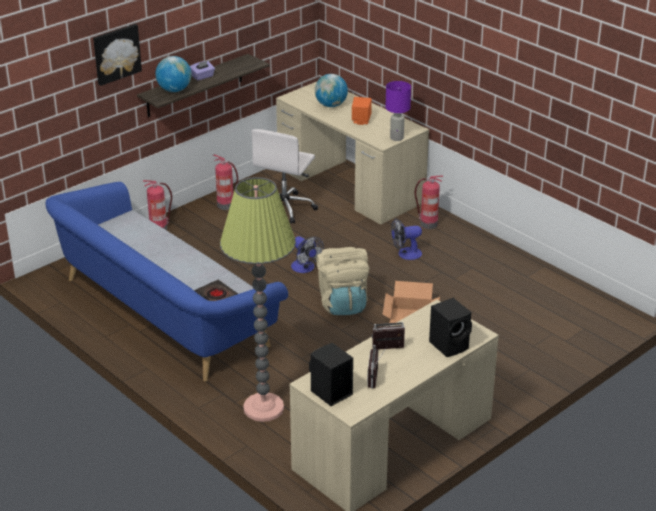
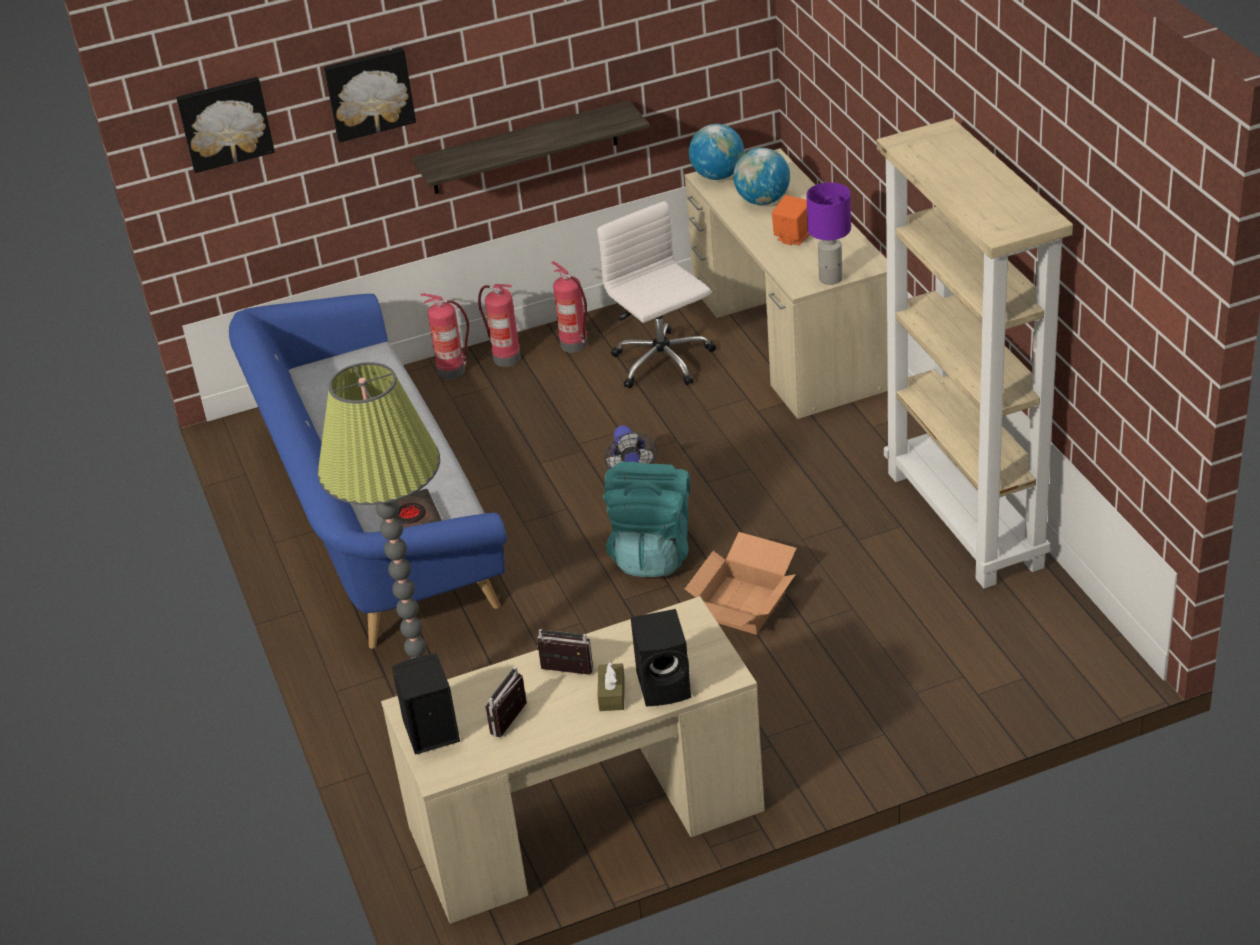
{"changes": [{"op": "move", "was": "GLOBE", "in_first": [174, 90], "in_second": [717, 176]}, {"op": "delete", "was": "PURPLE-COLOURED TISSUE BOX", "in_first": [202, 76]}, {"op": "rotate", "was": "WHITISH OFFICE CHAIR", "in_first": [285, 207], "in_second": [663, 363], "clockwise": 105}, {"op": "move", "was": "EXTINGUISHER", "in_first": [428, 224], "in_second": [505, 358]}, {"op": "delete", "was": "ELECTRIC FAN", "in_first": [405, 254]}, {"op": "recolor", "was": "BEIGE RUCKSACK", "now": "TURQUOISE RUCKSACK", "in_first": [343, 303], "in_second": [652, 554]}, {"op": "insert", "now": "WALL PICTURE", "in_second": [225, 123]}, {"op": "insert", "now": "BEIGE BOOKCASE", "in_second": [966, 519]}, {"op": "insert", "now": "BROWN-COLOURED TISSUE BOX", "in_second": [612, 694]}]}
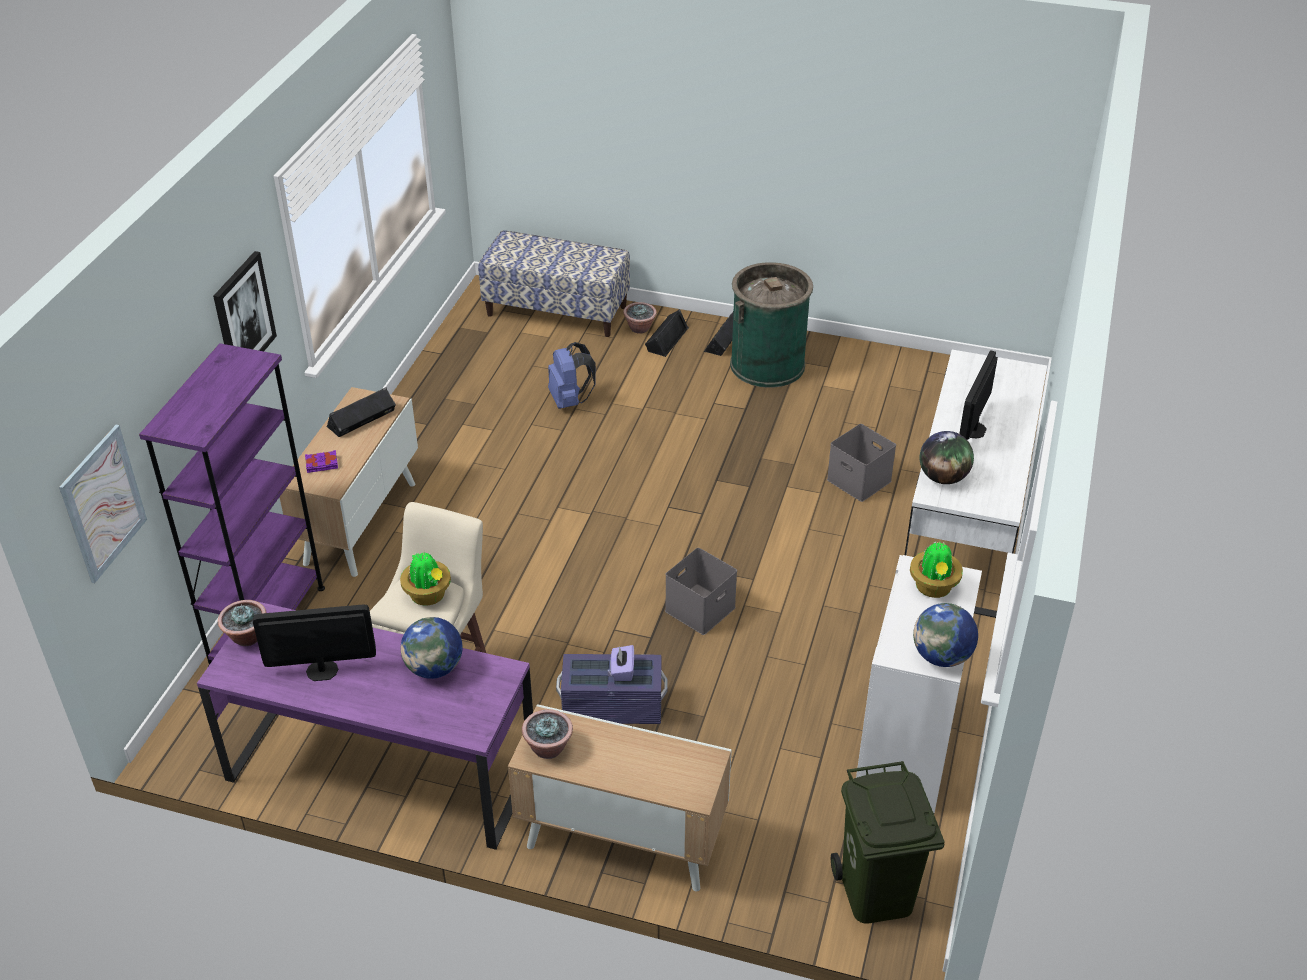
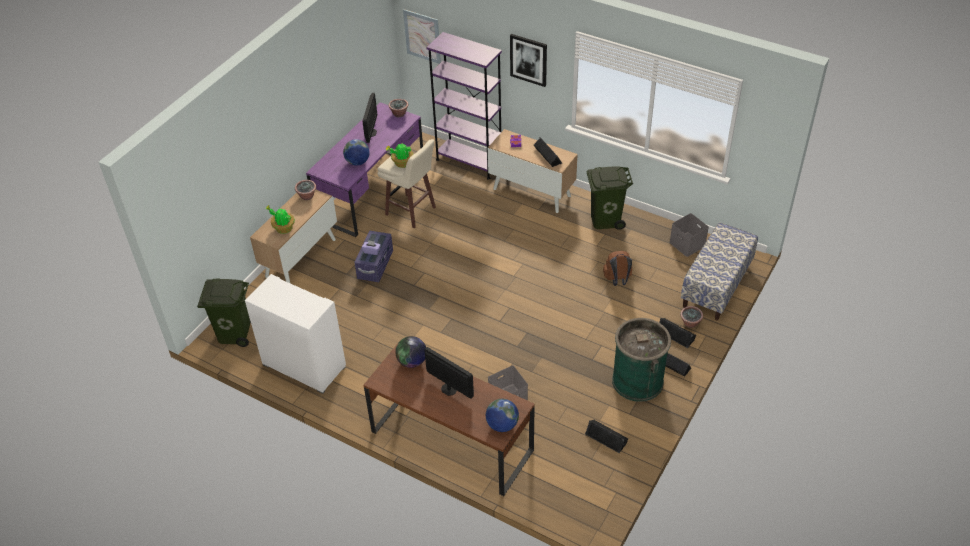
{"changes": [{"op": "recolor", "was": "BLUE-COLOURED RUCKSACK", "now": "BROWN-COLOURED RUCKSACK", "in_first": [570, 400], "in_second": [617, 280]}, {"op": "recolor", "was": "WHITISH DESK", "now": "BROWN-COLOURED DESK", "in_first": [965, 525], "in_second": [452, 441]}, {"op": "move", "was": "PLANT IN A POT", "in_first": [933, 588], "in_second": [283, 228]}, {"op": "move", "was": "GRAY STORAGE BOX", "in_first": [700, 610], "in_second": [686, 244]}, {"op": "move", "was": "GLOBE", "in_first": [941, 656], "in_second": [502, 425]}, {"op": "insert", "now": "GREEN WASTE BIN", "in_second": [605, 219]}, {"op": "insert", "now": "BLACK-COLOURED LOUDSPEAKER", "in_second": [606, 437]}]}
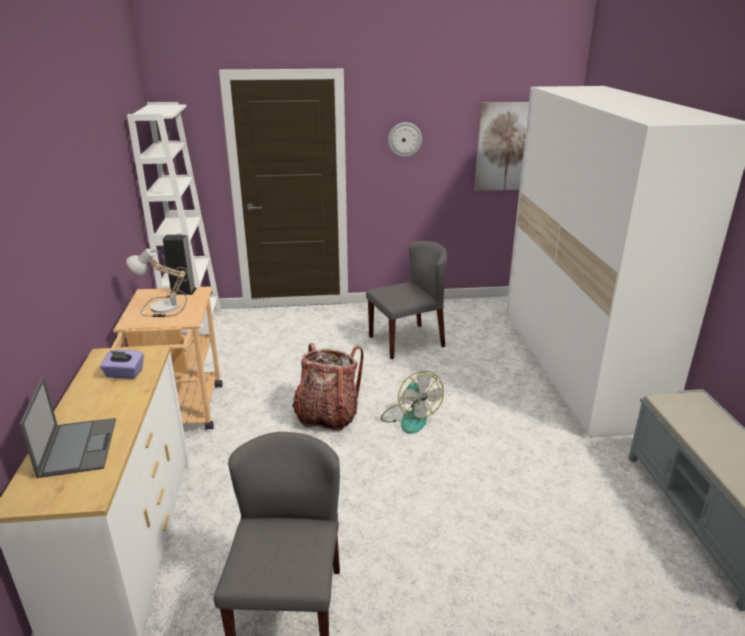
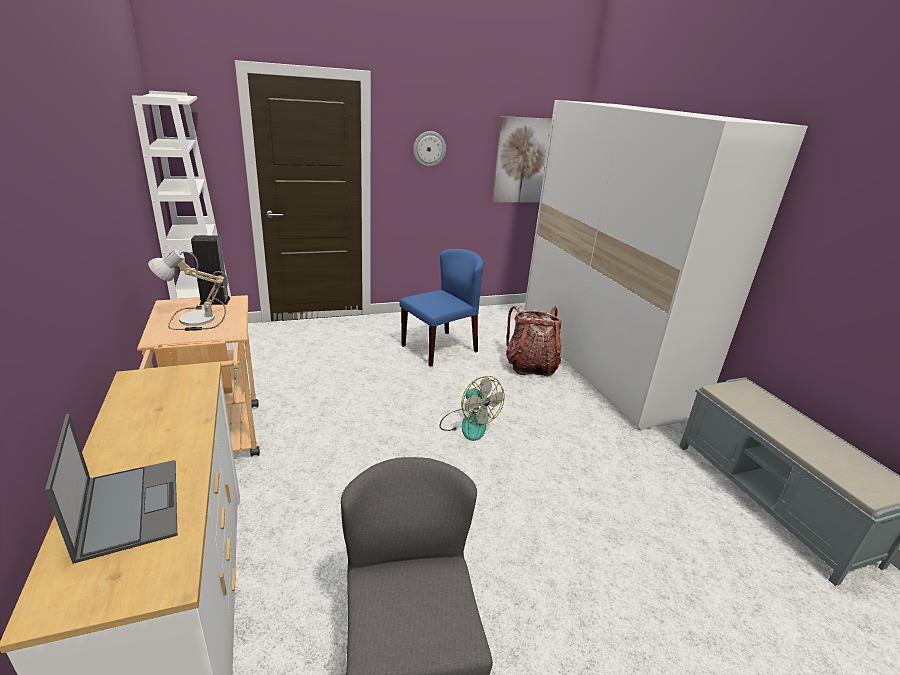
{"changes": [{"op": "recolor", "was": "GRAY CHAIR", "now": "BLUE-COLOURED CHAIR", "in_first": [407, 341], "in_second": [439, 348]}, {"op": "move", "was": "RUCKSACK", "in_first": [327, 415], "in_second": [530, 366]}, {"op": "delete", "was": "PURPLE-COLOURED TISSUE BOX", "in_first": [124, 374]}]}
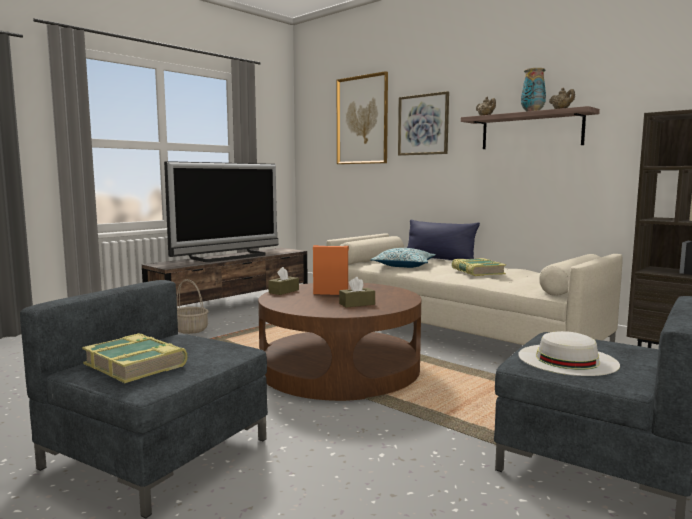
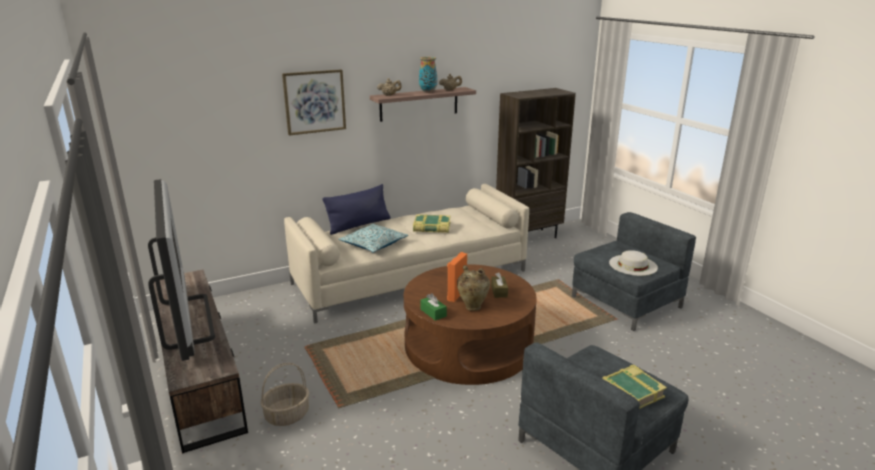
{"changes": [{"op": "delete", "was": "WALL PICTURE", "in_first": [362, 120]}, {"op": "recolor", "was": "BROWN-COLOURED TISSUE BOX", "now": "GREEN TISSUE BOX", "in_first": [284, 291], "in_second": [433, 313]}, {"op": "insert", "now": "BEIGE DECORATIVE VASE", "in_second": [472, 306]}]}
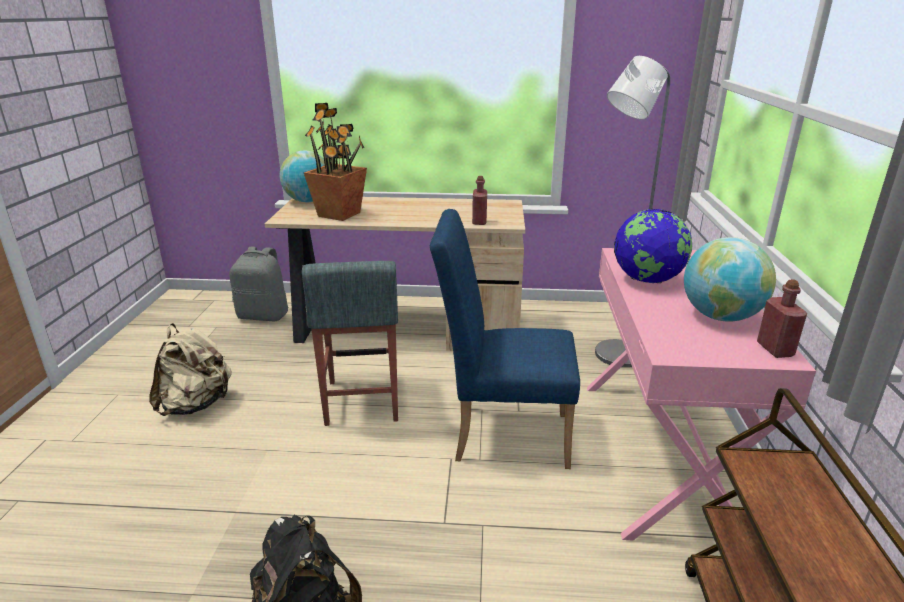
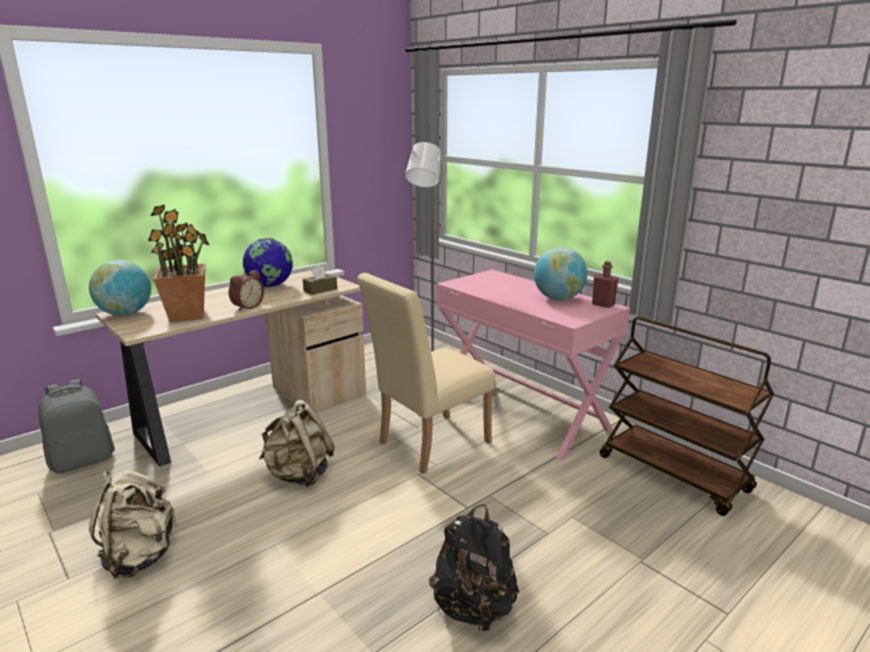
{"changes": [{"op": "replace", "was": "REDDISH BEVERAGE BOTTLE", "now": "BROWN-COLOURED TISSUE BOX", "in_first": [479, 221], "in_second": [320, 290]}, {"op": "recolor", "was": "BLUE-COLOURED CHAIR", "now": "BEIGE CHAIR", "in_first": [501, 434], "in_second": [427, 444]}, {"op": "move", "was": "GLOBE", "in_first": [647, 280], "in_second": [270, 286]}, {"op": "replace", "was": "GRAY STOOL SEAT", "now": "BEIGE RUCKSACK", "in_first": [362, 401], "in_second": [299, 475]}, {"op": "insert", "now": "BEDSIDE CLOCK", "in_second": [246, 306]}]}
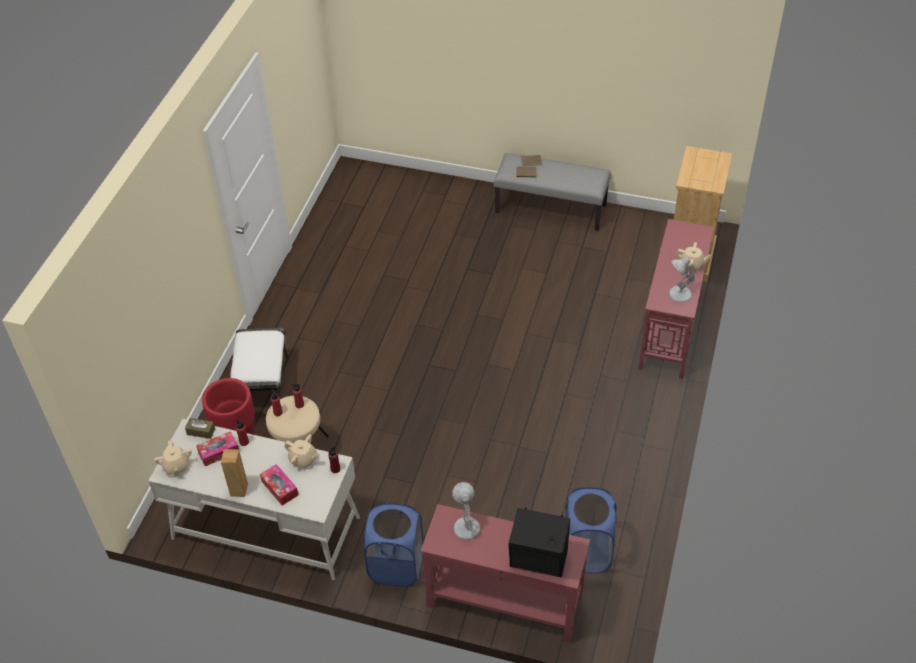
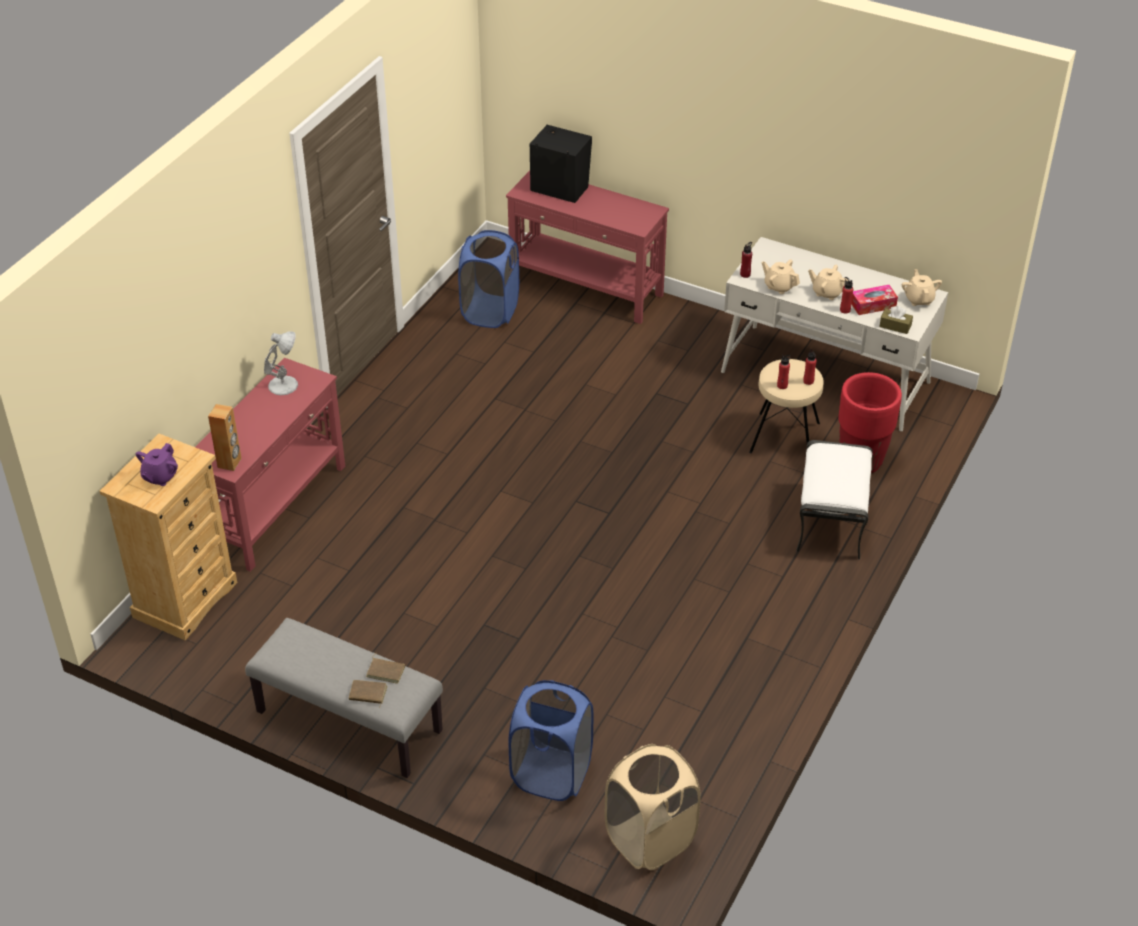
{"changes": [{"op": "move", "was": "BEIGE TEAPOT", "in_first": [691, 265], "in_second": [827, 292]}, {"op": "move", "was": "BROWN-COLOURED LOUDSPEAKER", "in_first": [238, 490], "in_second": [230, 463]}, {"op": "delete", "was": "TISSUE BOX", "in_first": [280, 488]}, {"op": "delete", "was": "WHITISH TABLETOP LAMP", "in_first": [466, 526]}, {"op": "move", "was": "BLUE-COLOURED WASHING BASKET", "in_first": [396, 566], "in_second": [551, 774]}, {"op": "insert", "now": "PURPLE-COLOURED TEAPOT", "in_second": [160, 477]}, {"op": "insert", "now": "BEIGE WASHING BASKET", "in_second": [650, 839]}]}
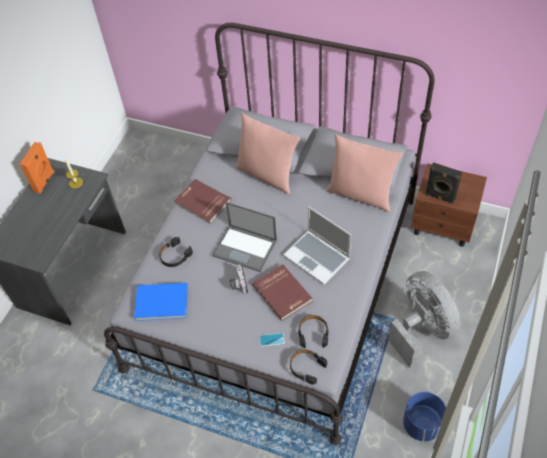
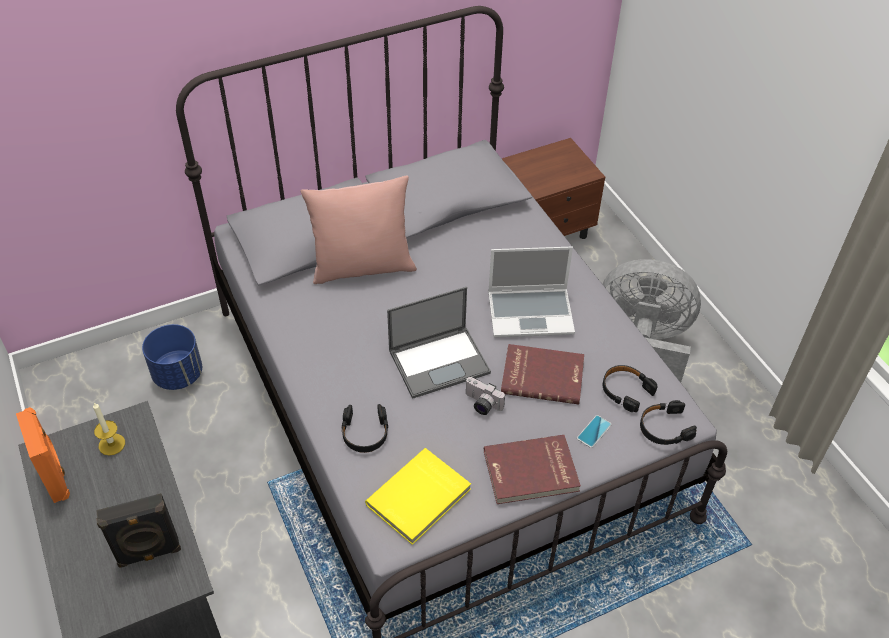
{"changes": [{"op": "delete", "was": "PINK-COLOURED CUSHION", "in_first": [361, 194]}, {"op": "move", "was": "BLACK-COLOURED LOUDSPEAKER", "in_first": [439, 197], "in_second": [149, 554]}, {"op": "move", "was": "REDDISH VOLUME", "in_first": [202, 203], "in_second": [531, 472]}, {"op": "recolor", "was": "BLUE-COLOURED VOLUME", "now": "YELLOWISH VOLUME", "in_first": [161, 303], "in_second": [420, 498]}, {"op": "move", "was": "BLUE-COLOURED PLANT POT", "in_first": [422, 424], "in_second": [178, 374]}]}
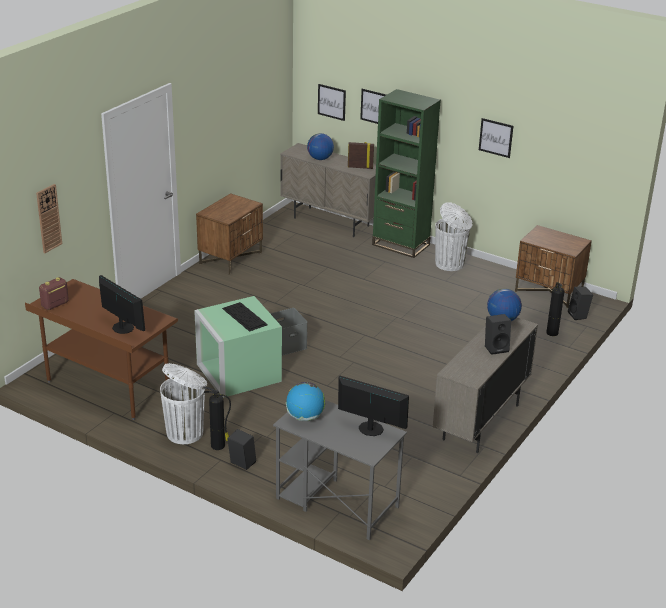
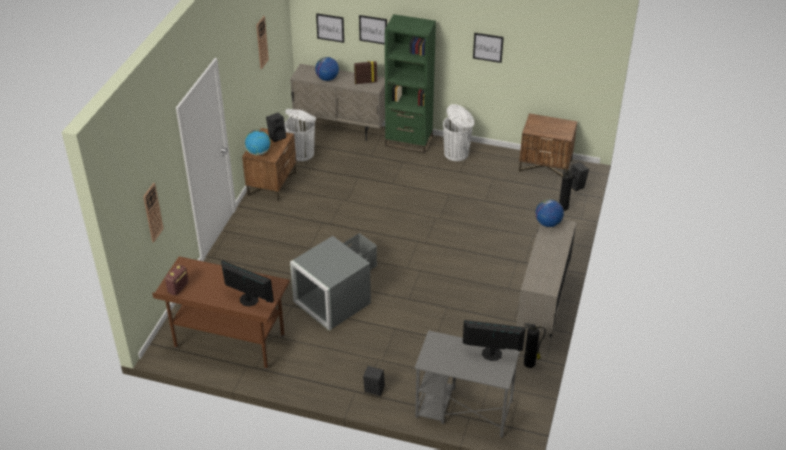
{"changes": [{"op": "recolor", "was": "GREEN STORAGE BOX", "now": "GRAY STORAGE BOX", "in_first": [237, 372], "in_second": [330, 302]}, {"op": "delete", "was": "PC KEYBOARD", "in_first": [244, 316]}, {"op": "move", "was": "BLACK-COLOURED LOUDSPEAKER", "in_first": [496, 348], "in_second": [277, 136]}, {"op": "move", "was": "WHITISH WASTE BIN", "in_first": [186, 432], "in_second": [302, 153]}, {"op": "move", "was": "GLOBE", "in_first": [305, 417], "in_second": [258, 152]}, {"op": "move", "was": "EXTINGUISHER", "in_first": [219, 446], "in_second": [530, 363]}, {"op": "insert", "now": "CLOCK ON THE WALL", "in_second": [261, 42]}]}
